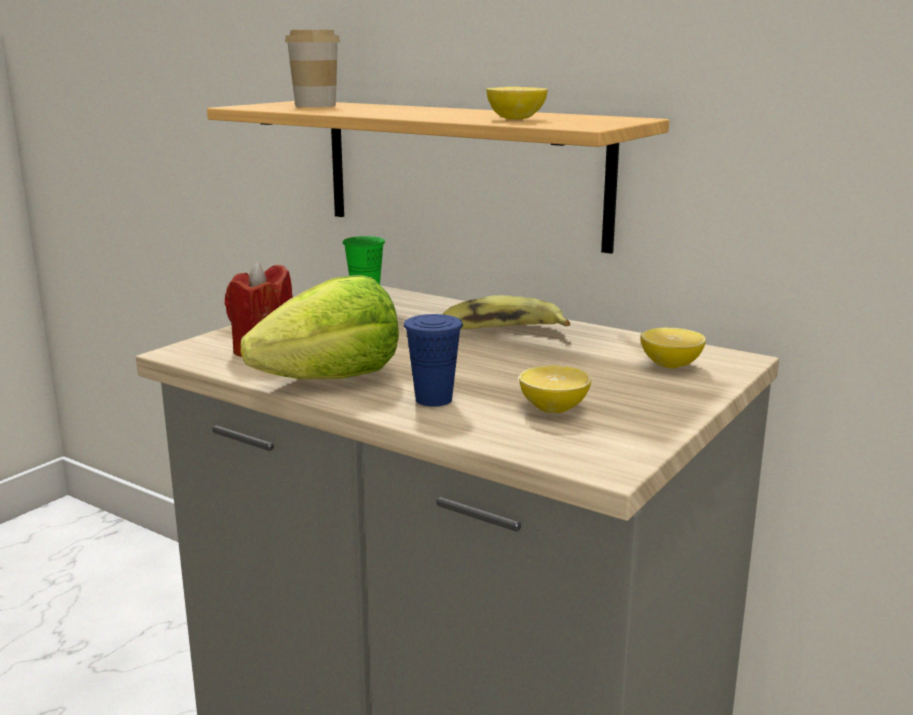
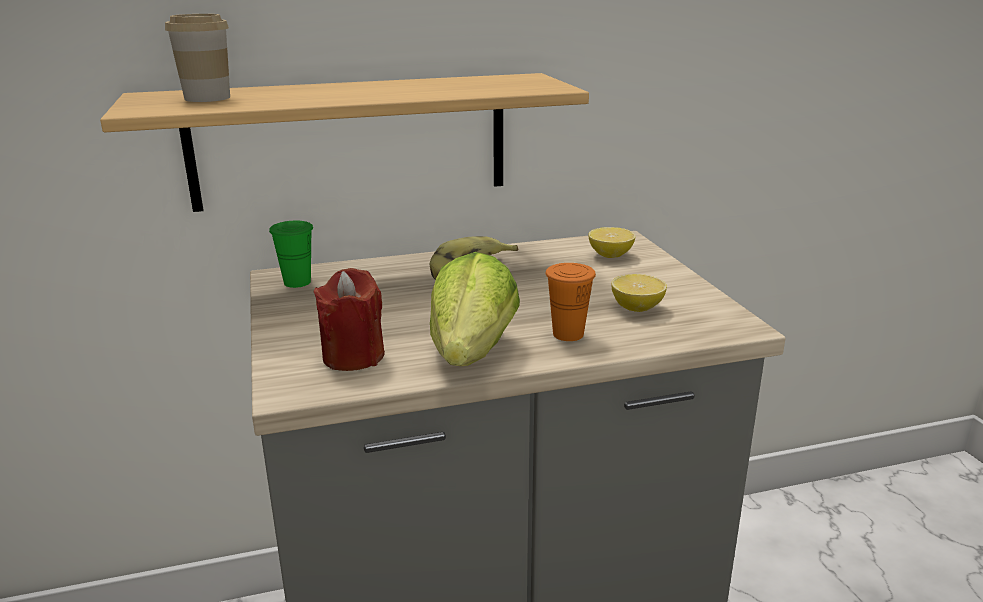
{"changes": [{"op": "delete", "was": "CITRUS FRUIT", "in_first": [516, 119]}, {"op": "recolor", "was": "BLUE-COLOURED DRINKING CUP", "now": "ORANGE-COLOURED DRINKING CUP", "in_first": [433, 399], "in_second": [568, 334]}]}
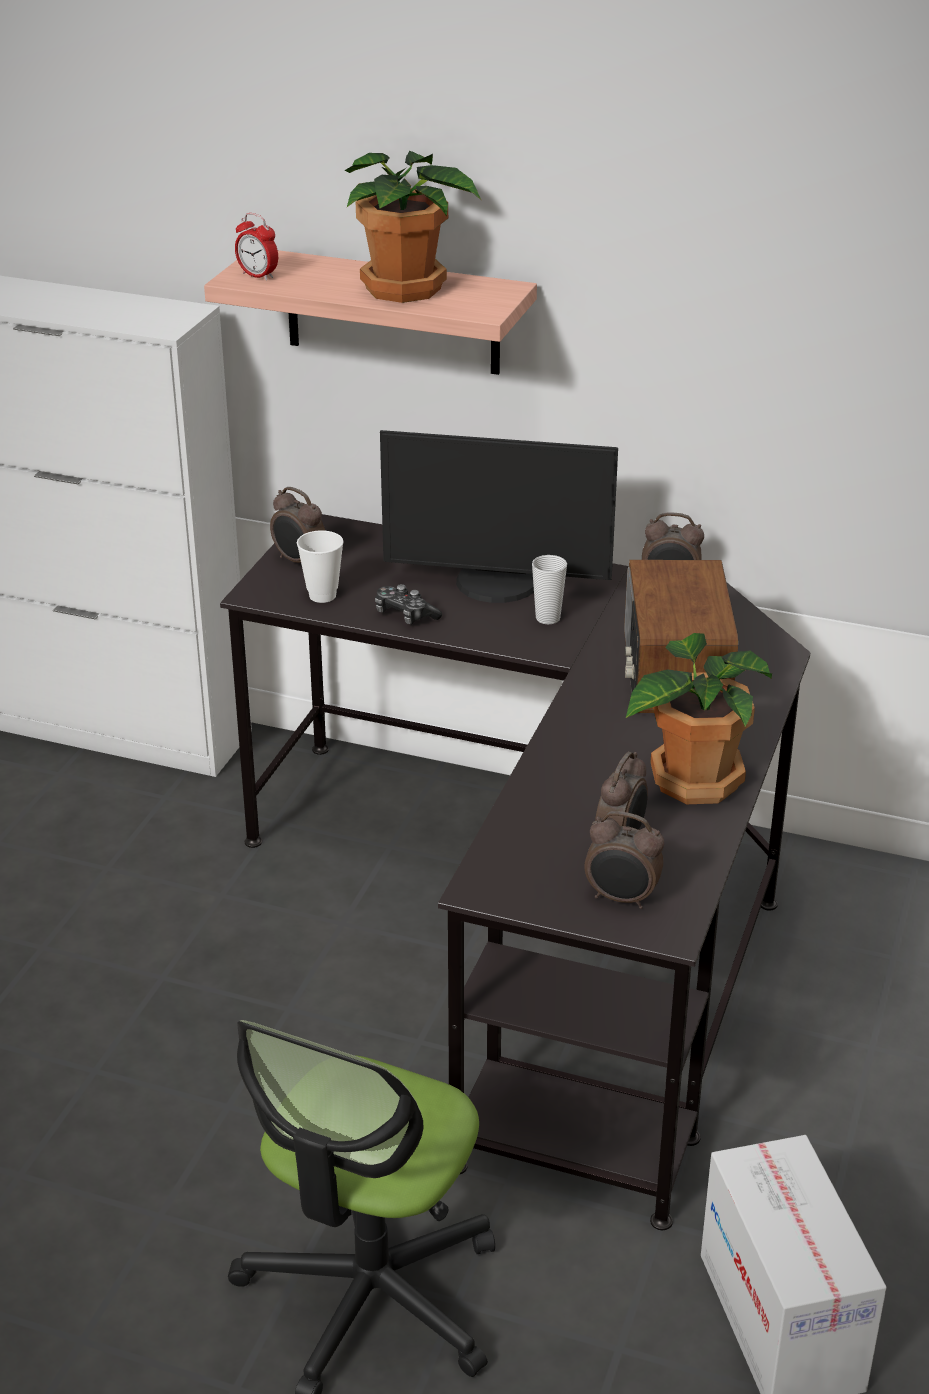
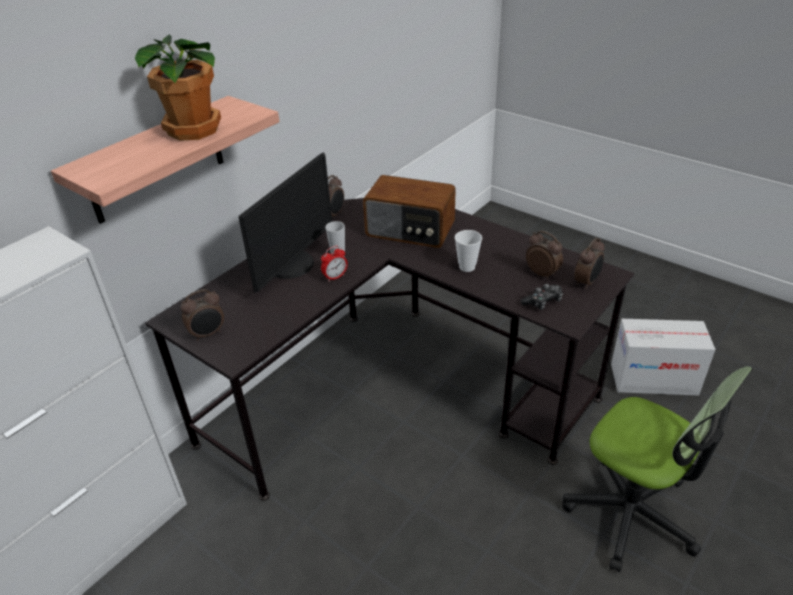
{"changes": [{"op": "move", "was": "BEDSIDE CLOCK", "in_first": [258, 276], "in_second": [335, 277]}, {"op": "move", "was": "DRINKING CUP", "in_first": [322, 595], "in_second": [467, 267]}, {"op": "move", "was": "JOYPAD", "in_first": [405, 615], "in_second": [542, 302]}, {"op": "delete", "was": "PLANT IN A POT", "in_first": [692, 780]}]}
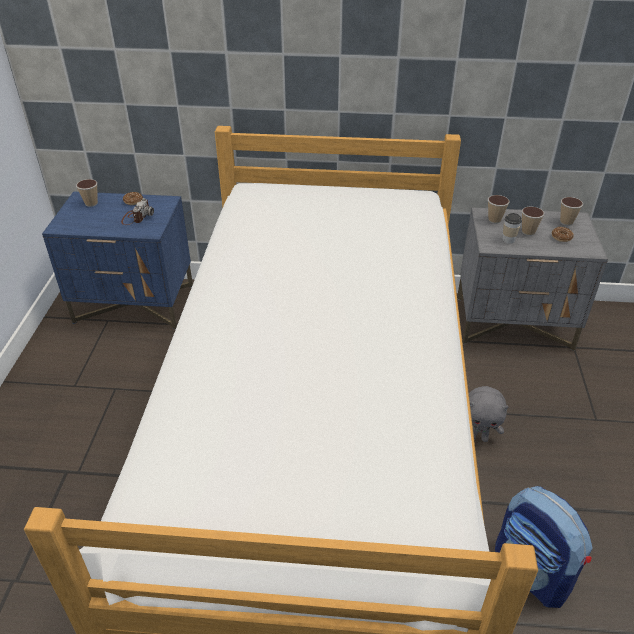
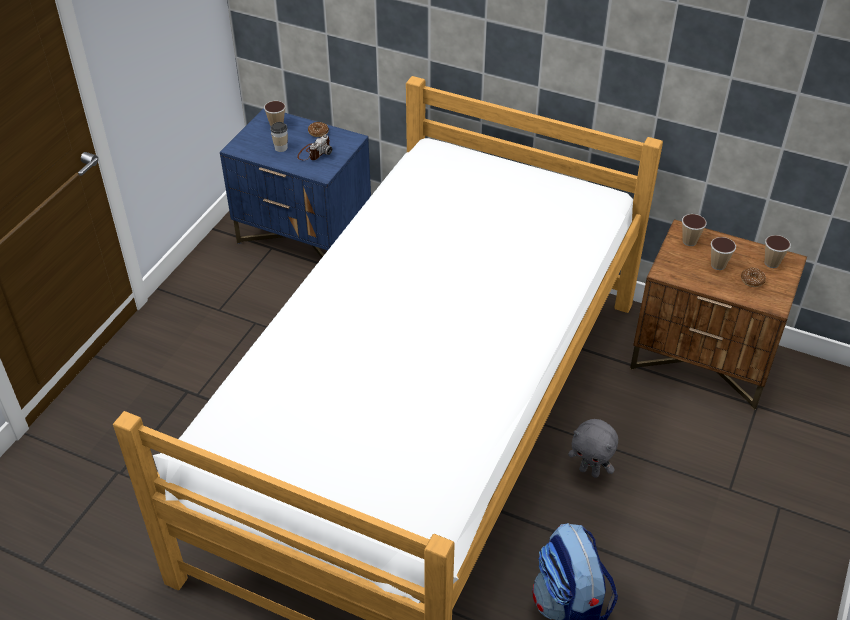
{"changes": [{"op": "recolor", "was": "GRAY BEDSIDE TABLE", "now": "BROWN-COLOURED BEDSIDE TABLE", "in_first": [514, 323], "in_second": [703, 360]}, {"op": "move", "was": "DRINKING CUP", "in_first": [508, 240], "in_second": [281, 148]}]}
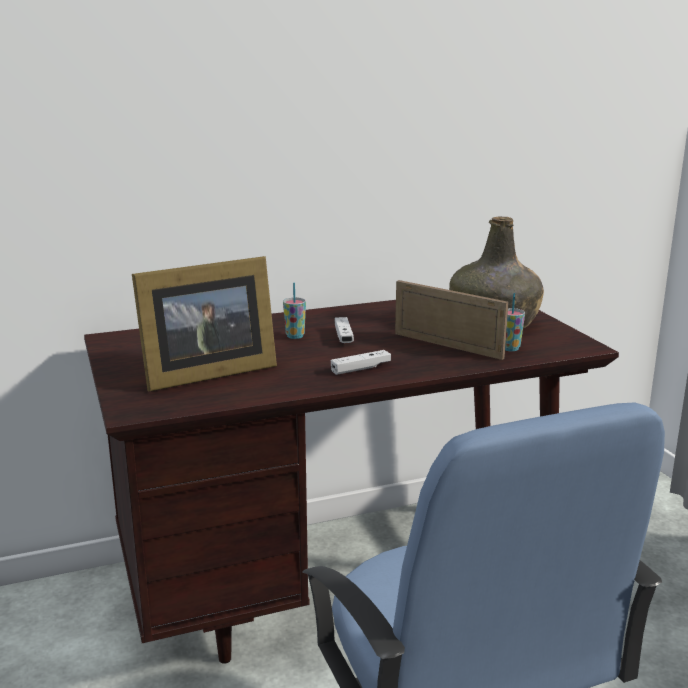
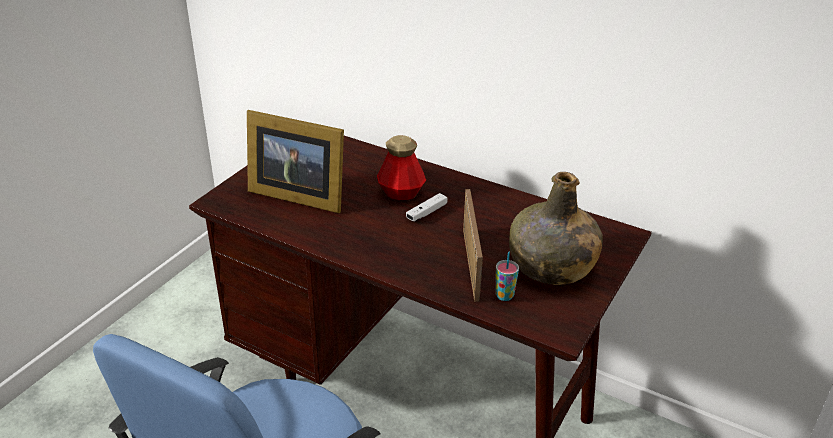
{"changes": [{"op": "replace", "was": "DRINKING CUP", "now": "BEVERAGE BOTTLE", "in_first": [295, 336], "in_second": [401, 194]}, {"op": "delete", "was": "WHITISH JOYPAD", "in_first": [361, 368]}]}
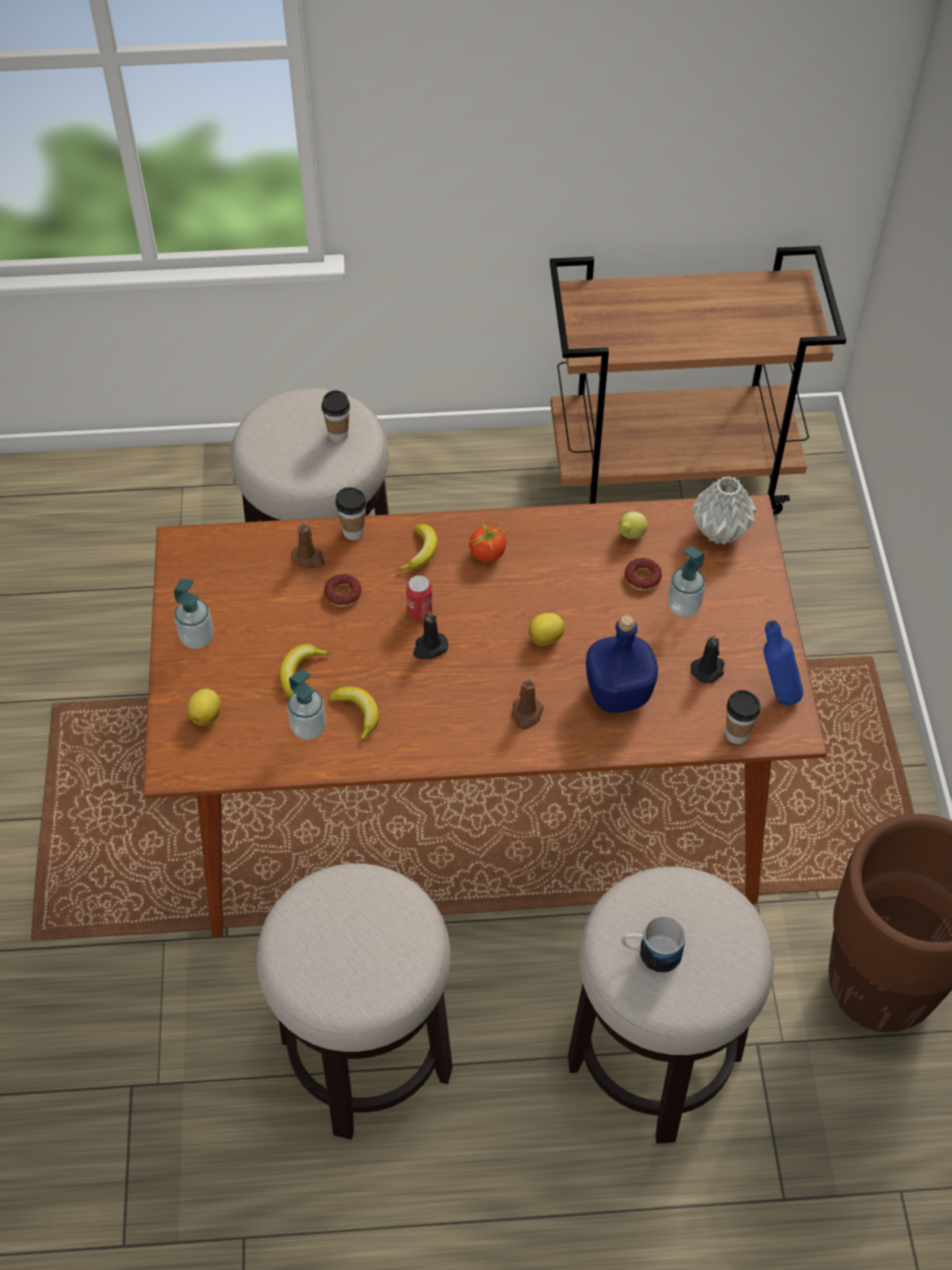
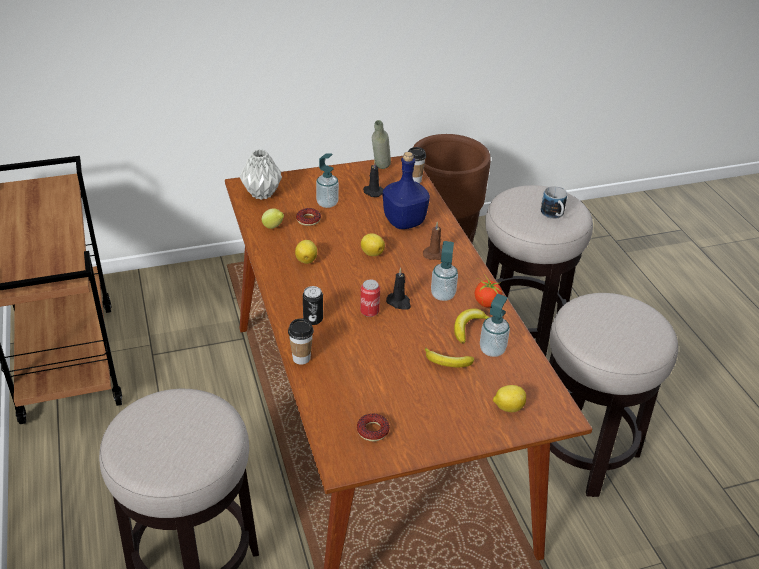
{"changes": [{"op": "delete", "was": "DRINKING CUP", "in_first": [338, 435]}, {"op": "delete", "was": "BROWN-COLOURED CANDLE", "in_first": [308, 558]}, {"op": "move", "was": "WHOLE TOMATO", "in_first": [487, 554], "in_second": [486, 303]}, {"op": "replace", "was": "BANANA", "now": "CAN", "in_first": [420, 552], "in_second": [313, 319]}, {"op": "move", "was": "RING DOUGHNUT", "in_first": [343, 594], "in_second": [373, 430]}, {"op": "move", "was": "SOAP BOTTLE", "in_first": [197, 638], "in_second": [442, 295]}, {"op": "recolor", "was": "BLUE-COLOURED BEVERAGE BOTTLE", "now": "GRAY BEVERAGE BOTTLE", "in_first": [776, 693], "in_second": [380, 169]}, {"op": "insert", "now": "CITRUS FRUIT", "in_second": [306, 260]}]}
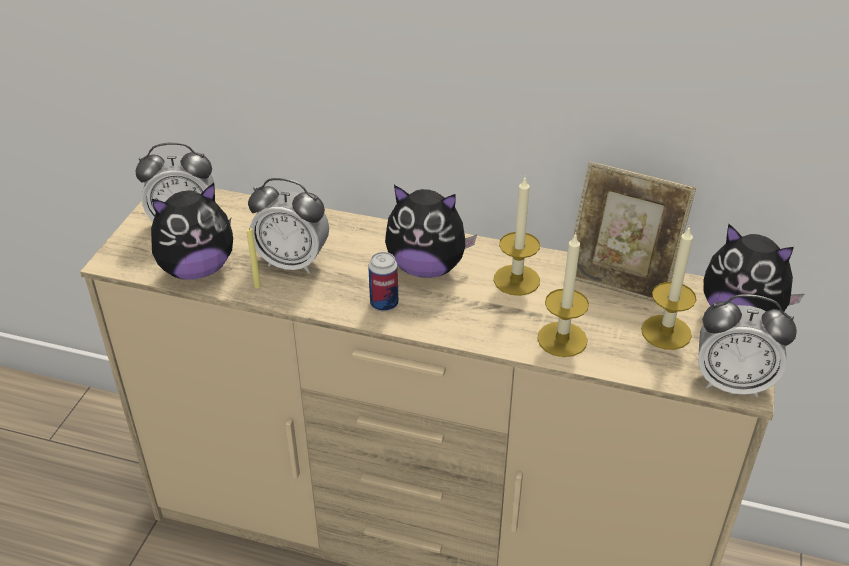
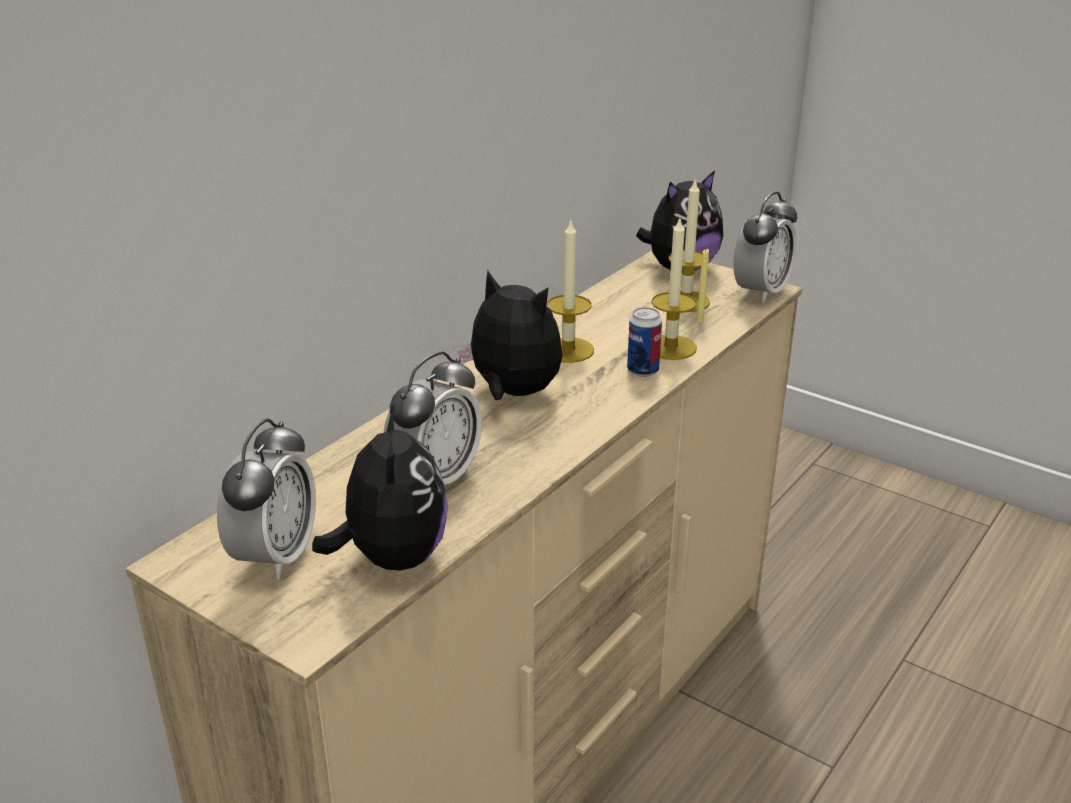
{"changes": [{"op": "delete", "was": "PHOTO FRAME", "in_first": [620, 280]}, {"op": "rotate", "was": "PLUSH TOY", "in_first": [426, 267], "in_second": [512, 393], "clockwise": -90}, {"op": "move", "was": "YELLOWISH CANDLE", "in_first": [257, 286], "in_second": [700, 320]}, {"op": "move", "was": "CAN", "in_first": [384, 304], "in_second": [642, 370]}]}
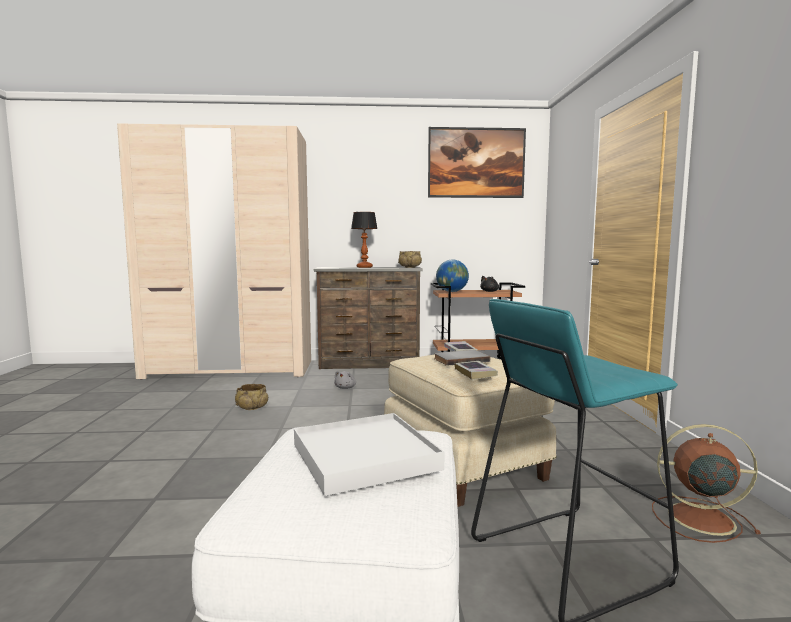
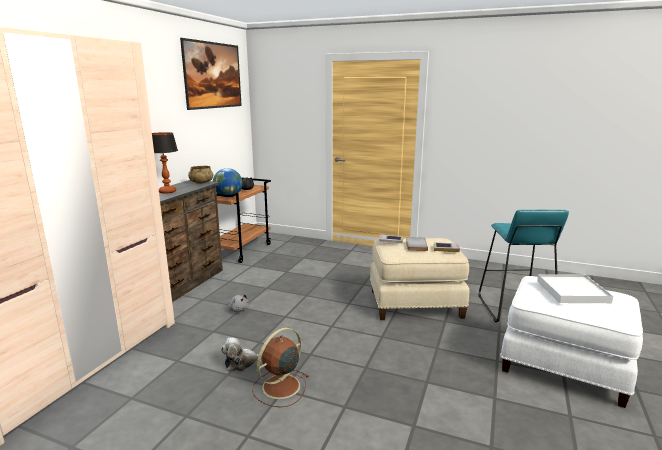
{"changes": [{"op": "replace", "was": "BEIGE DEEP DISH", "now": "PLUSH TOY", "in_first": [252, 408], "in_second": [242, 363]}, {"op": "move", "was": "BROWN-COLOURED ELECTRIC FAN", "in_first": [697, 518], "in_second": [279, 387]}]}
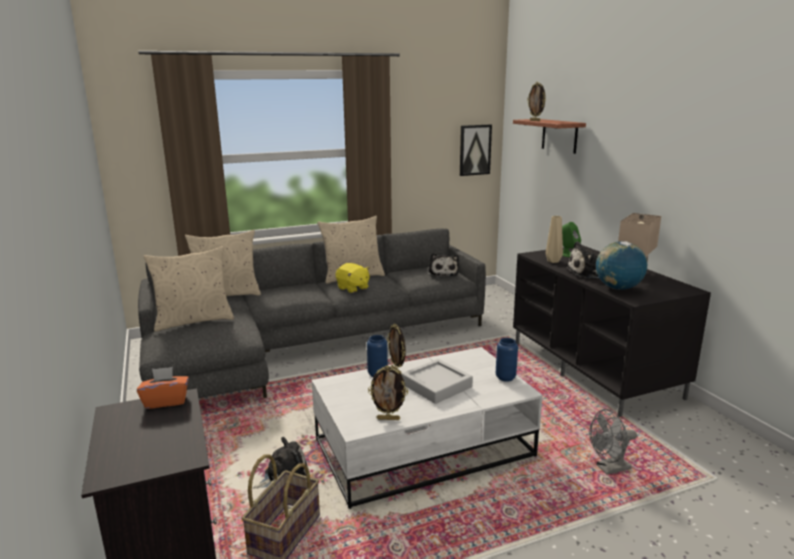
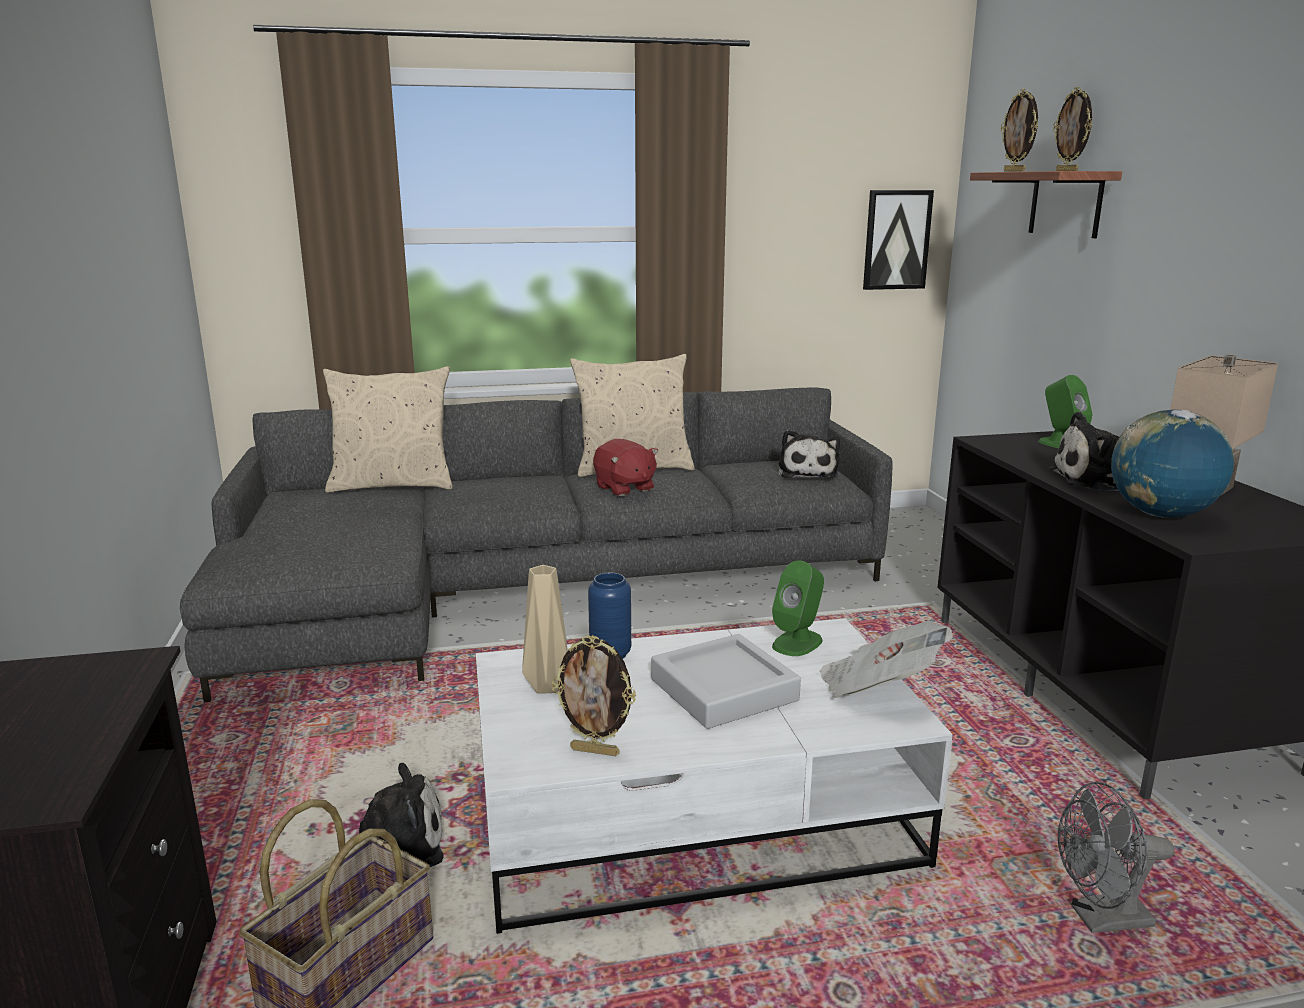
{"changes": [{"op": "move", "was": "BEIGE DECORATIVE VASE", "in_first": [552, 261], "in_second": [545, 686]}, {"op": "delete", "was": "BEIGE CUSHION", "in_first": [194, 321]}, {"op": "recolor", "was": "YELLOWISH PLUSH TOY", "now": "REDDISH PLUSH TOY", "in_first": [353, 288], "in_second": [624, 488]}, {"op": "move", "was": "PHOTO FRAME", "in_first": [397, 371], "in_second": [1067, 171]}, {"op": "replace", "was": "BLUE-COLOURED DECORATIVE VASE", "now": "NEWSPAPER", "in_first": [505, 377], "in_second": [878, 688]}, {"op": "delete", "was": "ORANGE-COLOURED TISSUE BOX", "in_first": [166, 401]}, {"op": "insert", "now": "GREEN LOUDSPEAKER", "in_second": [797, 642]}]}
